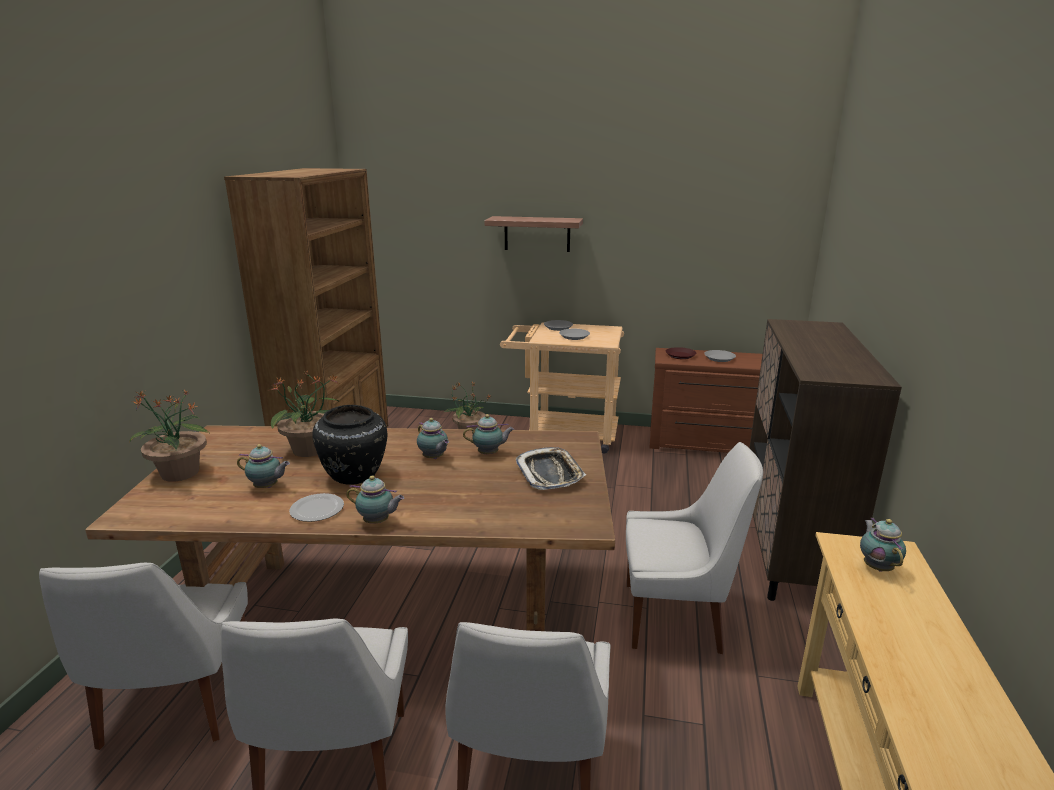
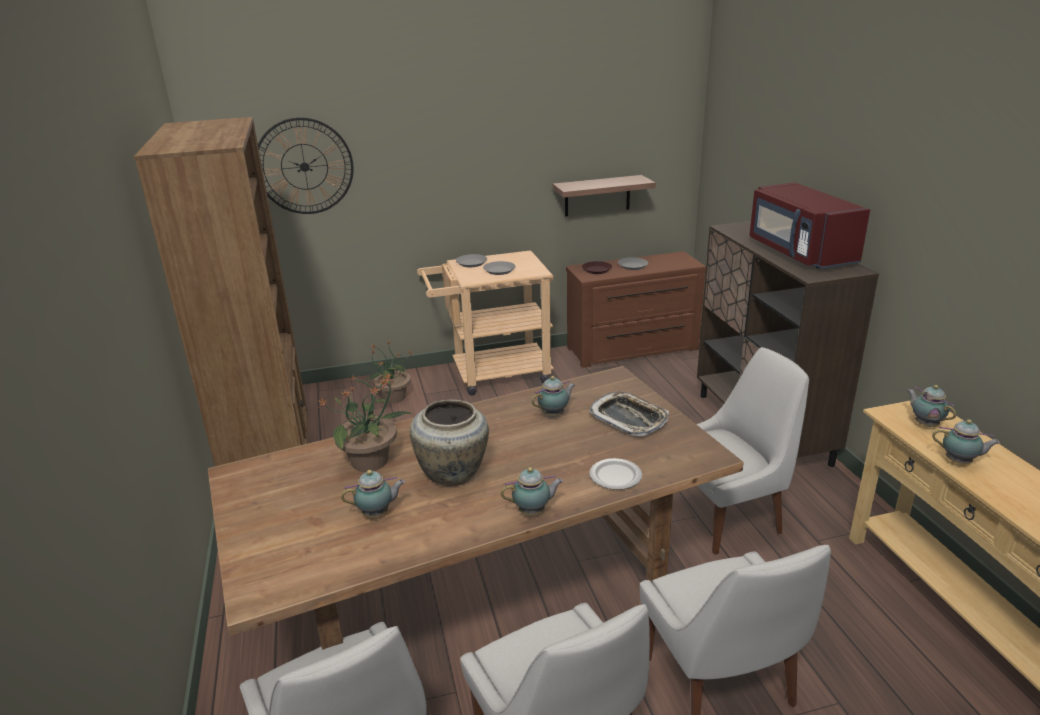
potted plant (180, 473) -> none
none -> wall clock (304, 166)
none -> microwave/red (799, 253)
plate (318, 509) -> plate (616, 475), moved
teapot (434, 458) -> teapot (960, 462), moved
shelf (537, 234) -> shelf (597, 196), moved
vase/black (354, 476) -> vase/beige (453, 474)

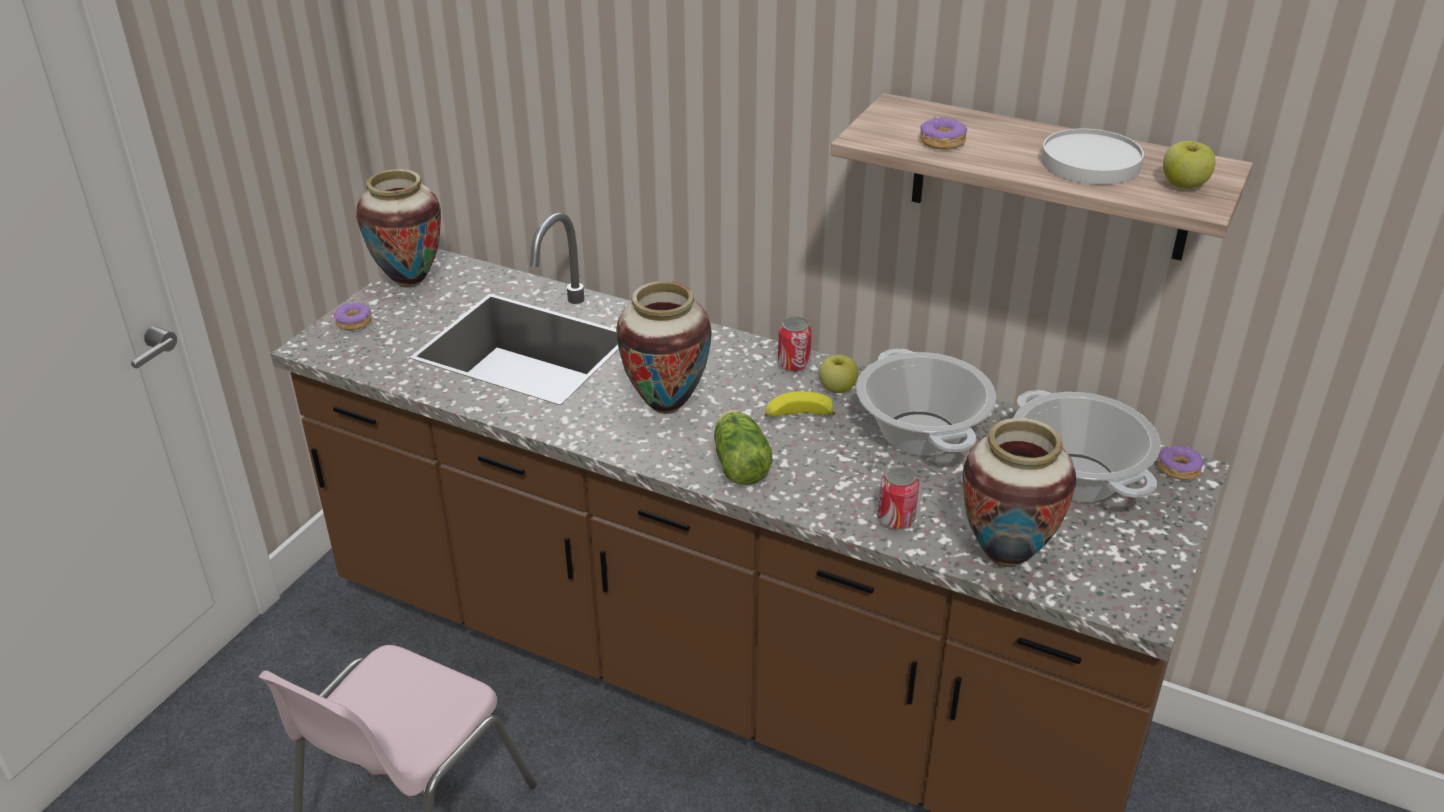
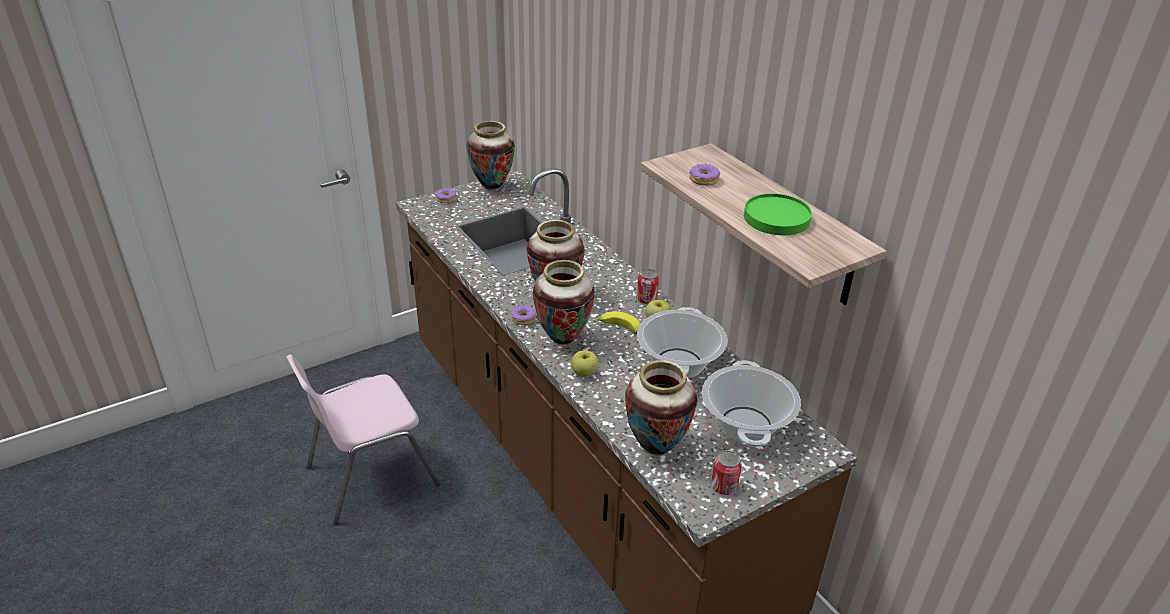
can (896, 519) -> can (724, 486), moved
donut (1178, 469) -> donut (523, 319), moved
apple (1184, 185) -> apple (584, 373), moved
lettuce (739, 462) -> vase (563, 339)
plate/white (1091, 163) -> plate/green (776, 218)

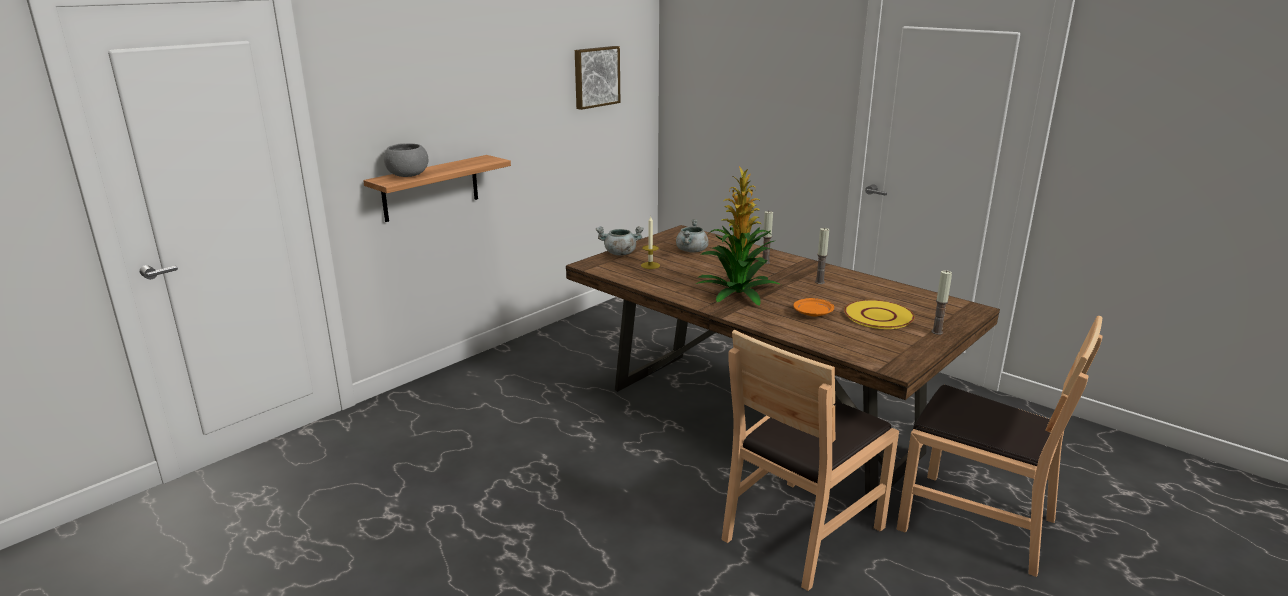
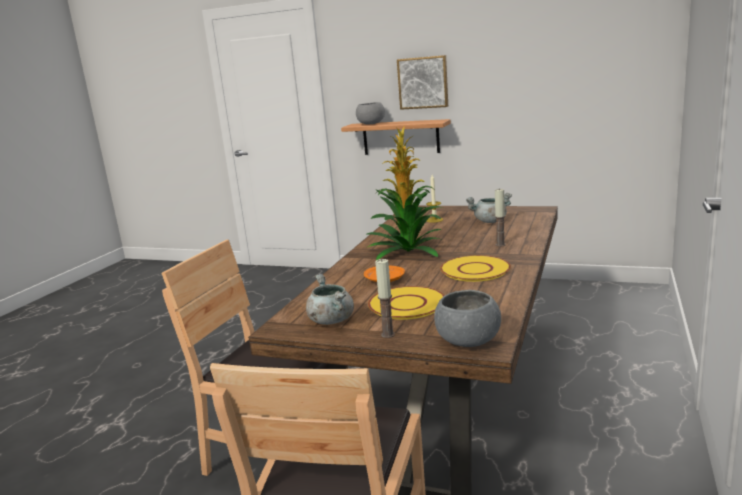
none -> bowl/grey (468, 340)
picture (595, 77) -> picture (423, 82), moved
cooking pot/grey (620, 253) -> cooking pot/grey (331, 320), moved
candle (820, 282) -> plate/yellow (474, 270)

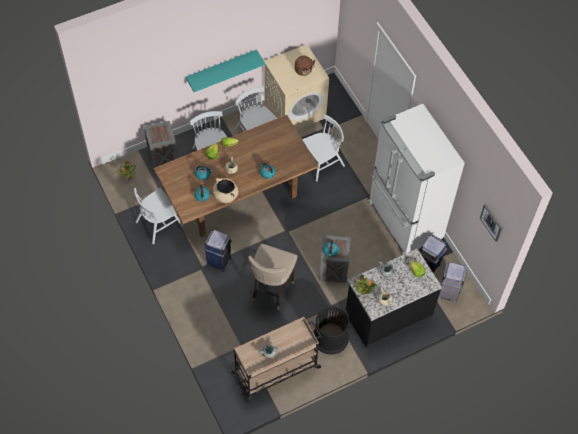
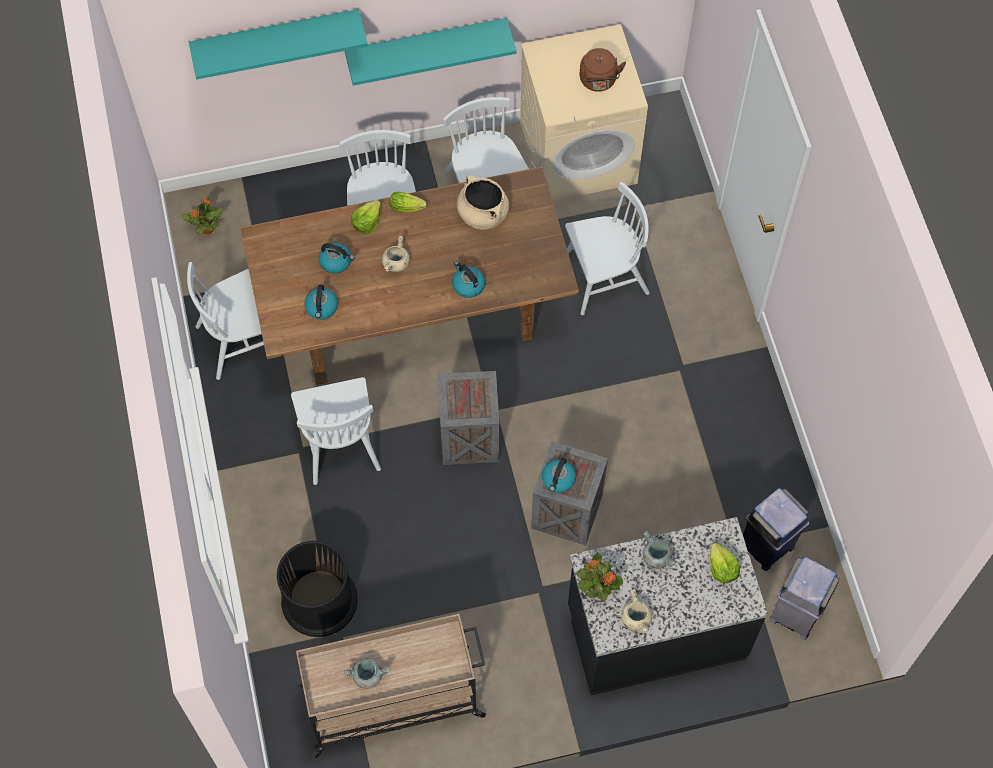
stool/beige (271, 290) -> none
fridge/white (404, 221) -> none
picture (491, 222) -> none
none -> shelf/turquoise (276, 36)
crate (162, 158) -> crate (468, 438), moved
cooking pot/beige (225, 195) -> cooking pot/beige (482, 214), moved
trash can/black (330, 337) -> trash can/black (319, 600), moved
trash can/blue (219, 261) -> chair/white (339, 443)

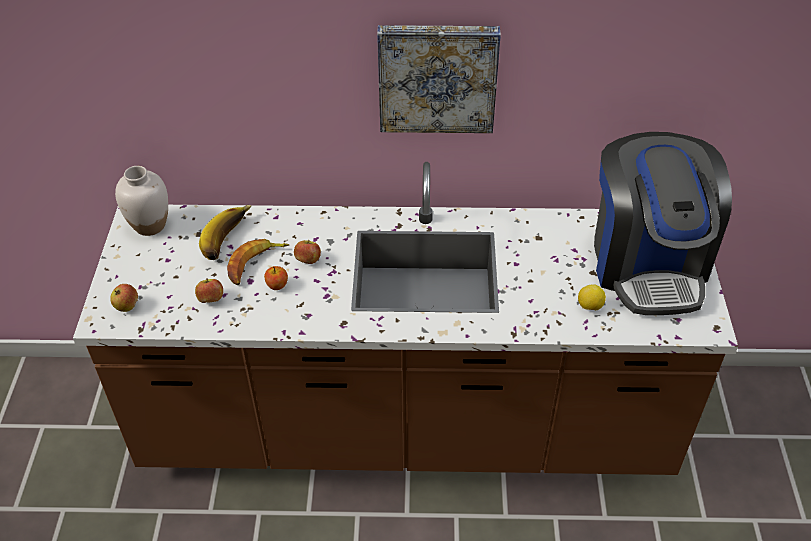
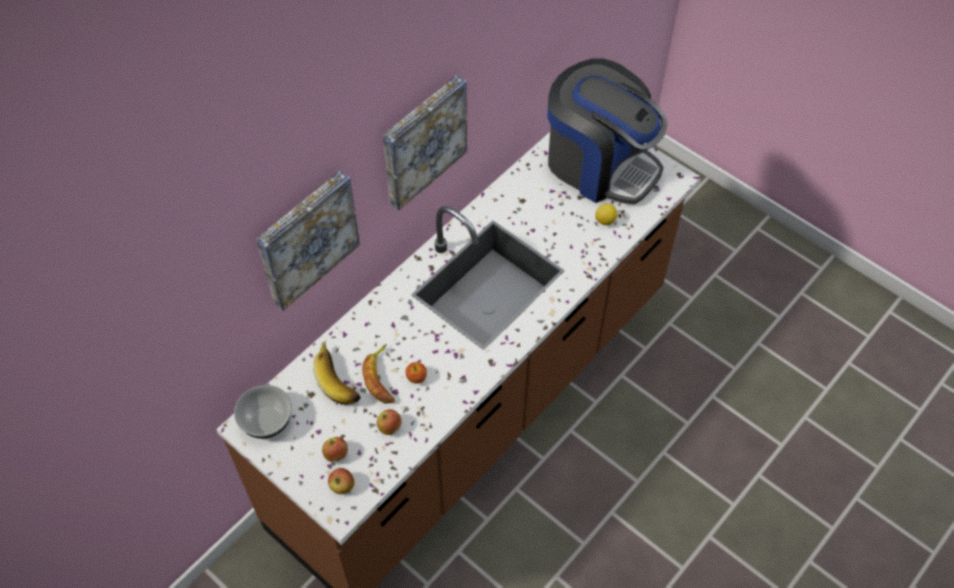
none -> picture (306, 238)
apple (308, 260) -> apple (336, 454), moved
vase/white (149, 225) -> bowl (266, 421)

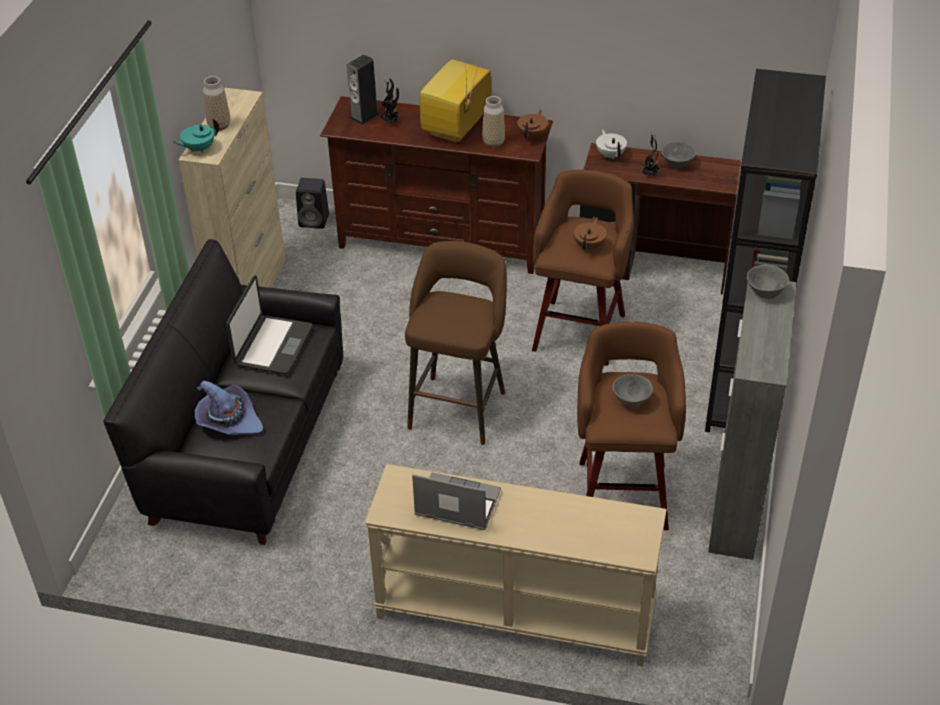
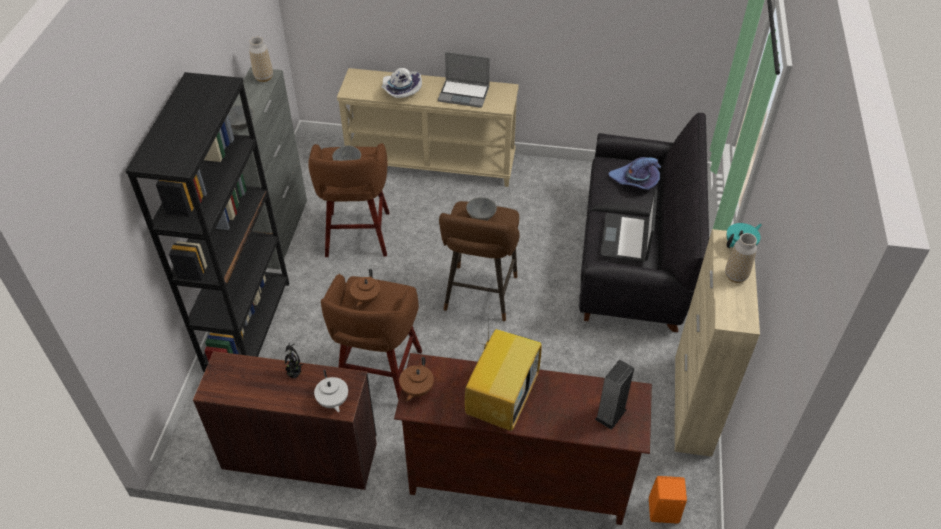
potted plant (392, 122) -> none
none -> hat/white (400, 90)
vase (493, 143) -> vase (264, 78), moved
bowl/grey (676, 164) -> bowl/grey (482, 217), moved
speaker/black (315, 220) -> speaker/orange (662, 511)

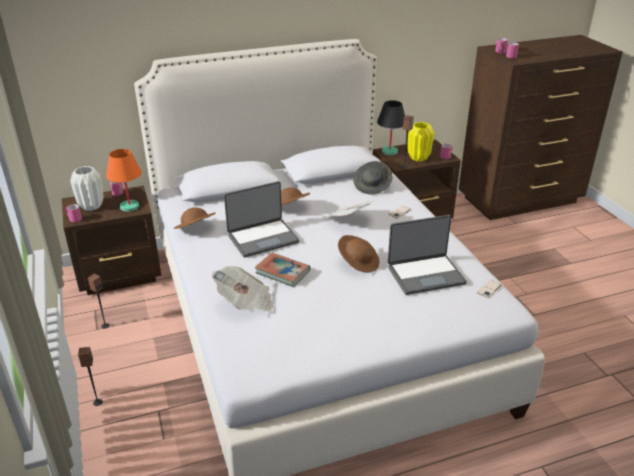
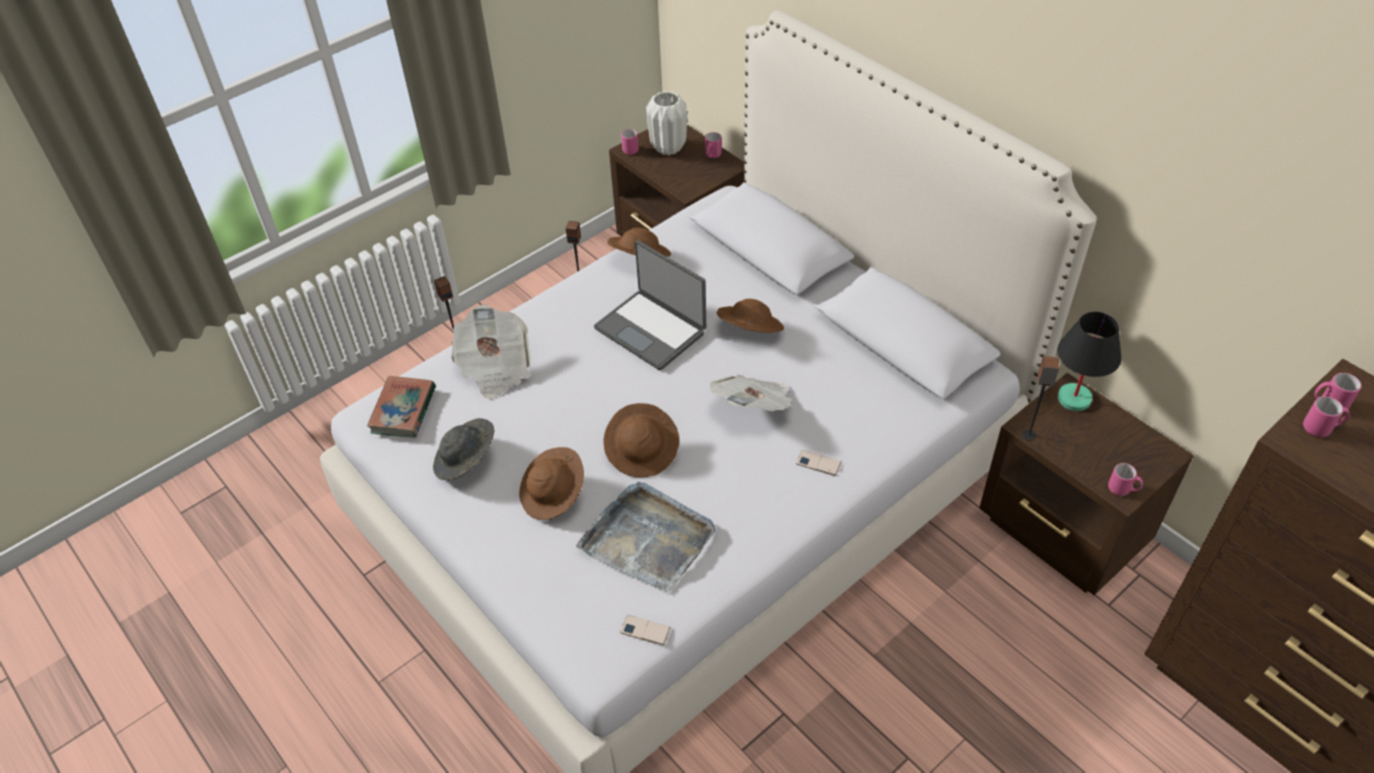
table lamp/orange (129, 207) -> none
vase/yellow (418, 158) -> none
none -> hat/brown (553, 495)
book (282, 272) -> book (403, 410), moved
hat/grey (372, 186) -> hat/grey (466, 461), moved
laptop (425, 274) -> tray/grey (648, 539)

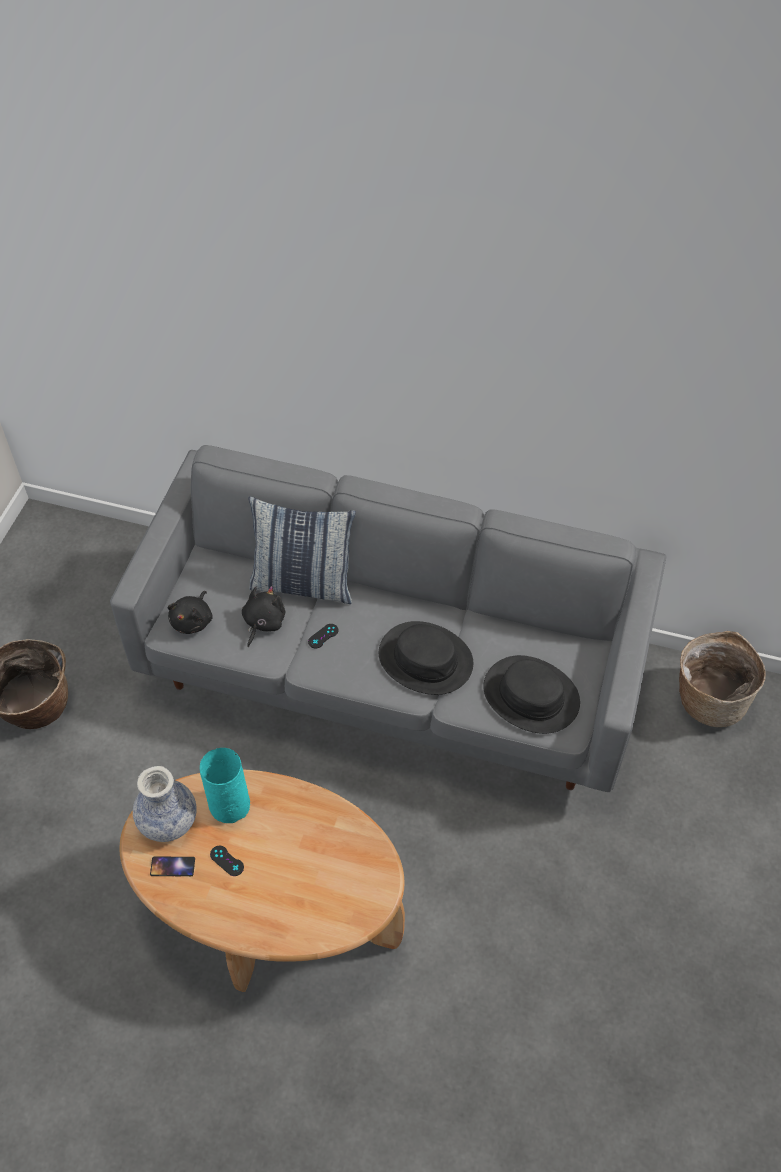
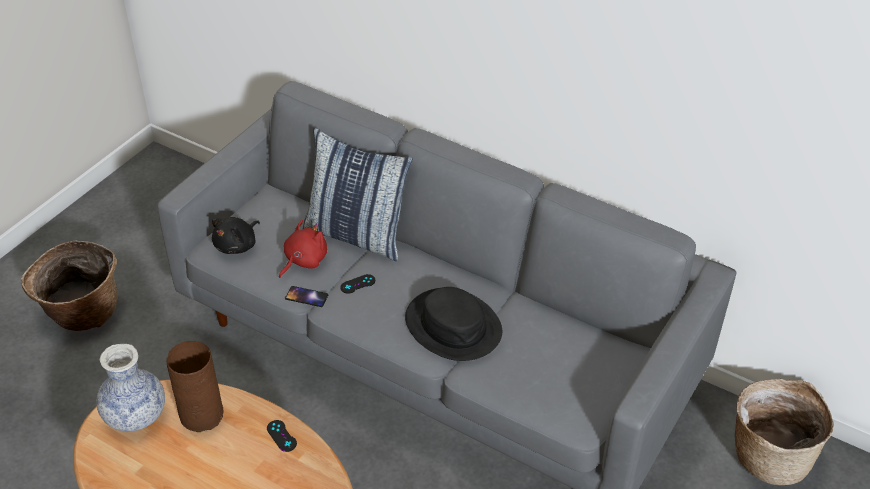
hat/black (530, 696) -> none
phone (172, 866) -> phone (306, 297), moved
game controller/black (227, 861) -> game controller/black (281, 436), moved
vase/turquoise (229, 804) -> vase/brown (202, 414)
plush toy/black (263, 623) -> plush toy/red (303, 260)

